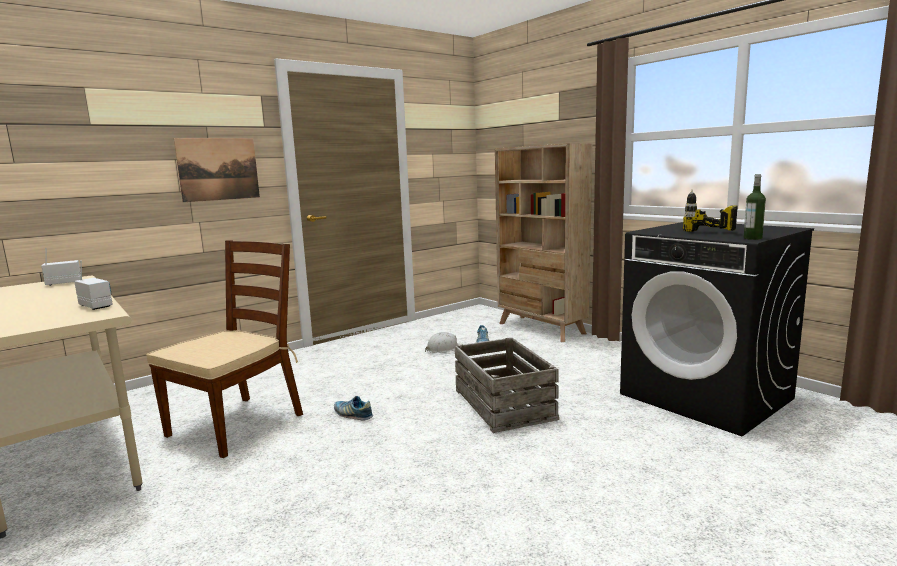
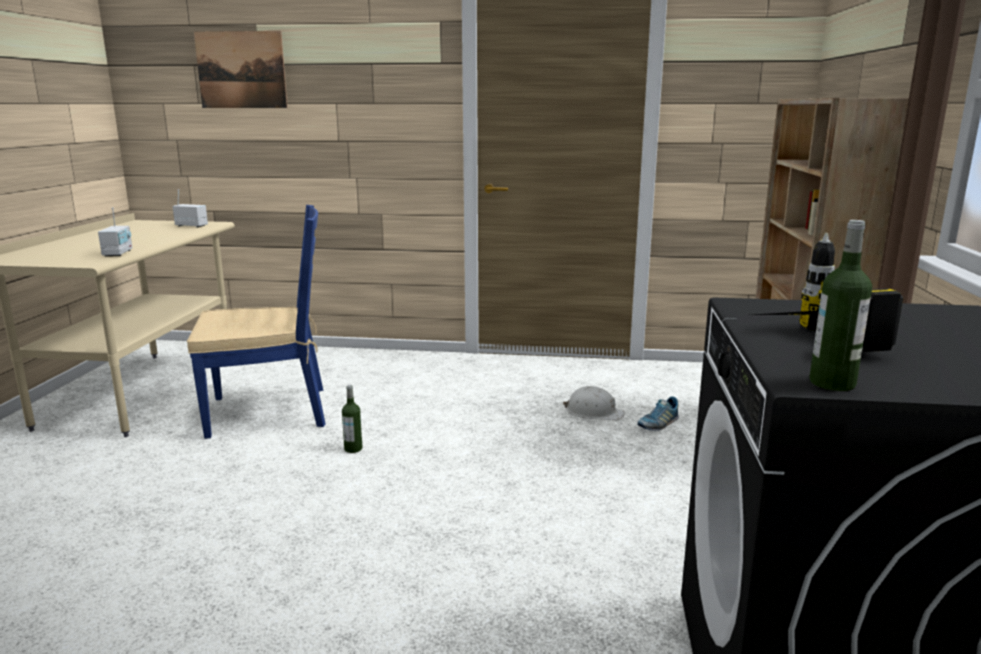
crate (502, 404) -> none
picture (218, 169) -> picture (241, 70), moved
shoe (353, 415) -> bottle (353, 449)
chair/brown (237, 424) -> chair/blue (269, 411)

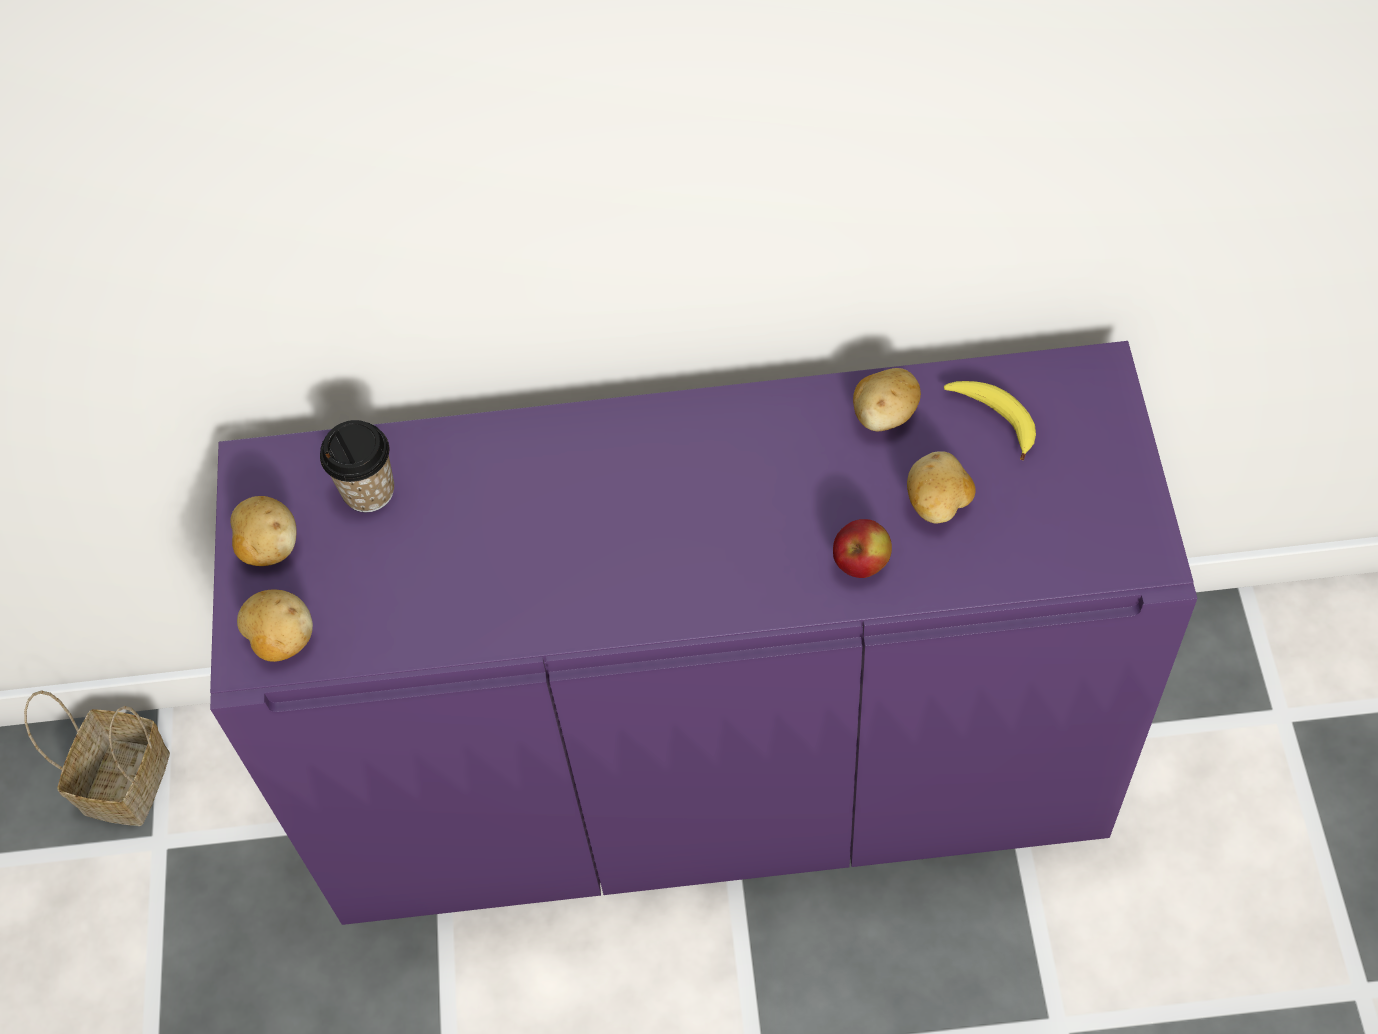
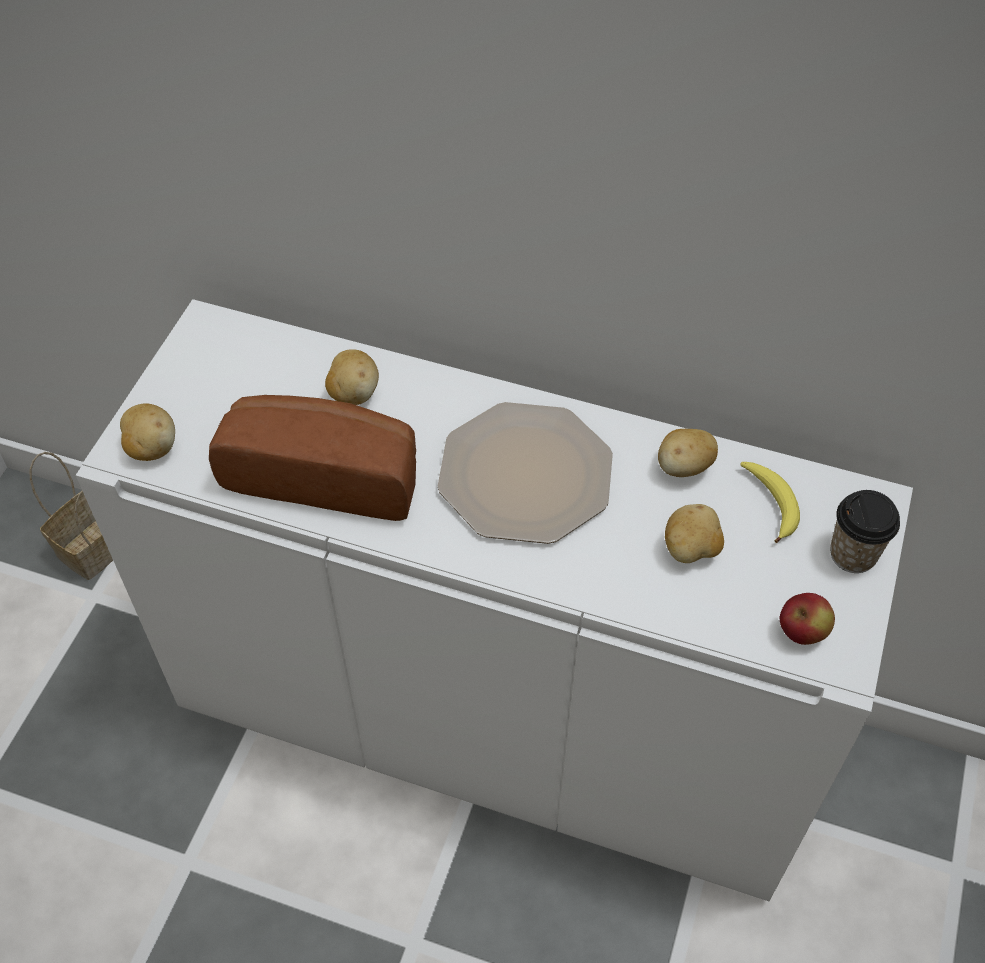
none -> bread (326, 473)
none -> plate (525, 473)
potato (269, 547) -> potato (353, 393), moved
cup (368, 491) -> cup (853, 554), moved
apple (861, 563) -> apple (802, 632), moved
cabinet/purple (713, 772) -> cabinet/white (492, 716)

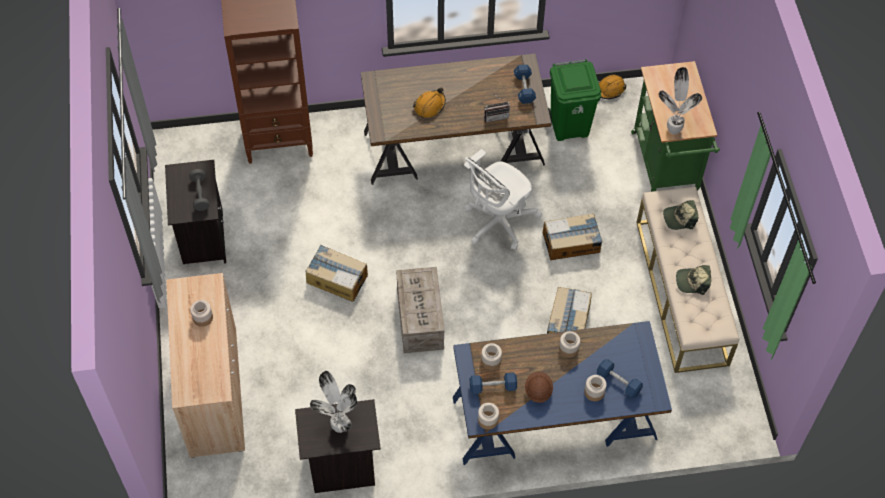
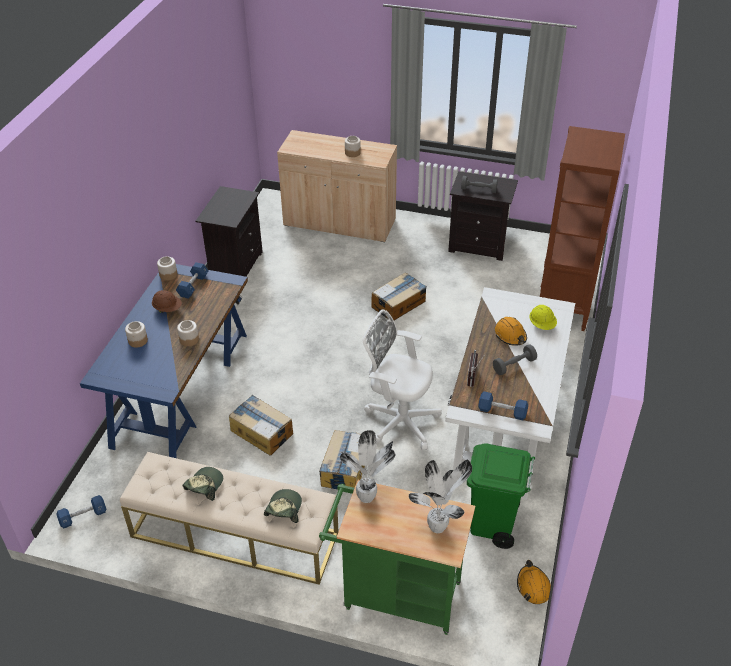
crate (419, 318) -> none
jar (491, 360) -> none
none -> dumbbell/grey (514, 365)
none -> hard hat/yellow (542, 325)
potted plant (339, 425) -> potted plant (439, 527), moved
dumbbell/blue (618, 382) -> dumbbell/blue (83, 516), moved
desk/brown (453, 147) -> desk/white (506, 419)
office chair/white (497, 223) -> office chair/white (398, 421), 45 degrees counterclockwise

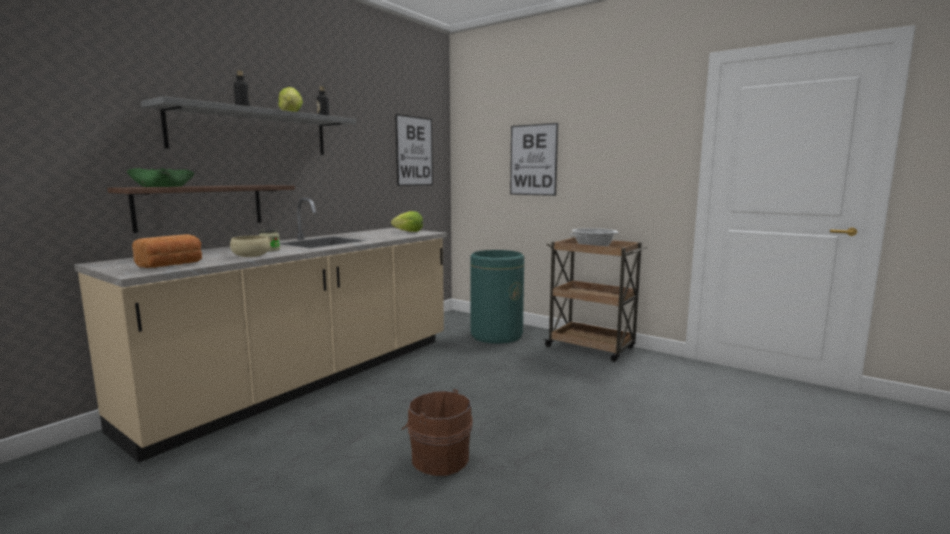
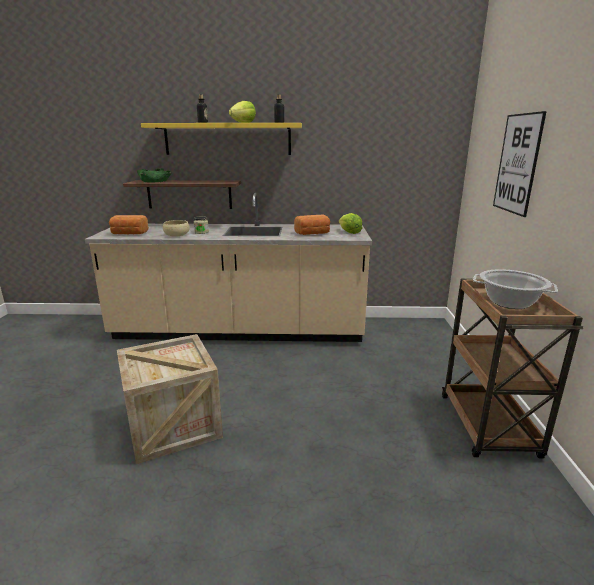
picture (414, 151) -> none
trash can/green (496, 335) -> none
none -> bread (313, 234)
bucket/brown (438, 458) -> crate (173, 425)
shelf/grey (252, 132) -> shelf/yellow (227, 139)

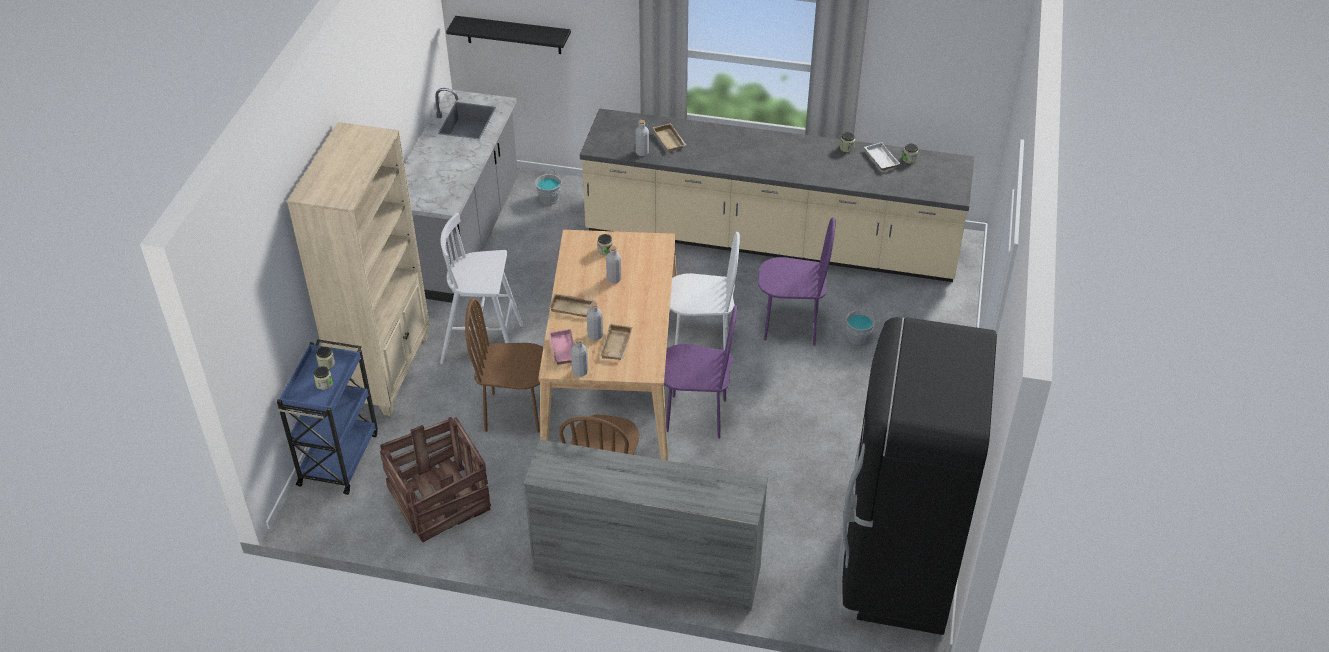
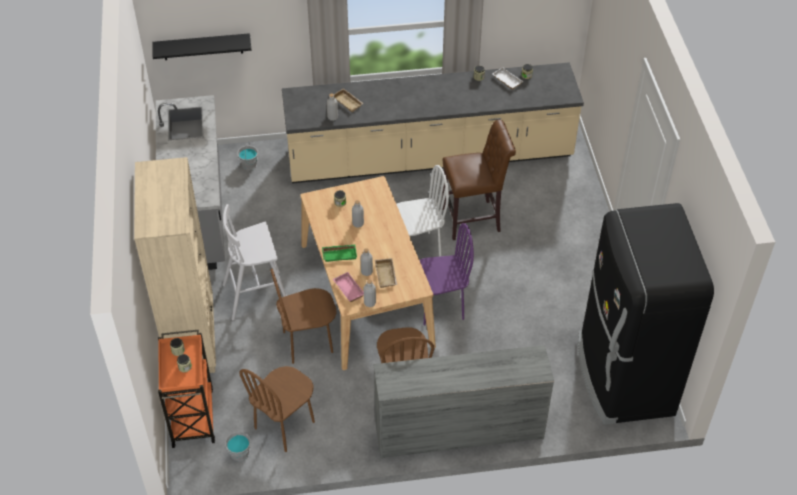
bucket/grey (858, 337) -> bucket/grey (240, 453), moved
crate (439, 499) -> chair/brown (285, 425)
chair/purple (791, 326) -> stool/brown (474, 220)
cart/blue (339, 457) -> cart/orange (192, 416)
tray/beige (573, 307) -> tray/green (340, 254)

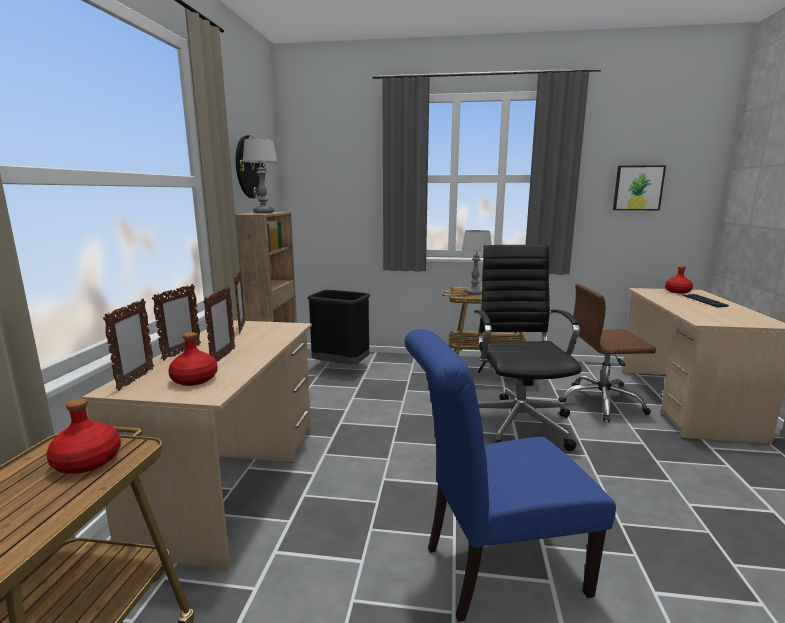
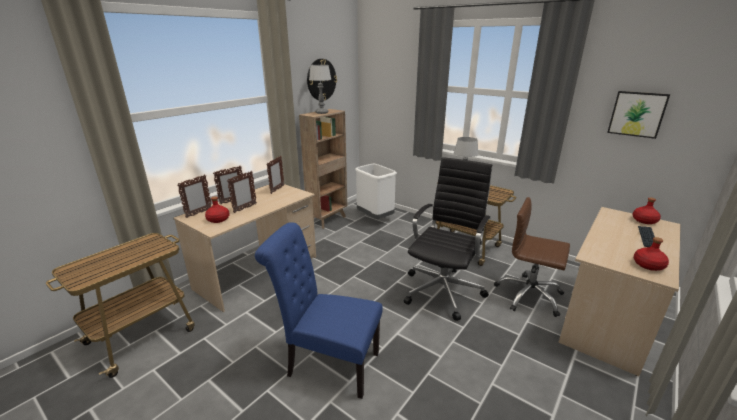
bottle/red (86, 461) -> bottle/red (648, 265), moved
trash can/black (341, 366) -> trash can/white (375, 217)

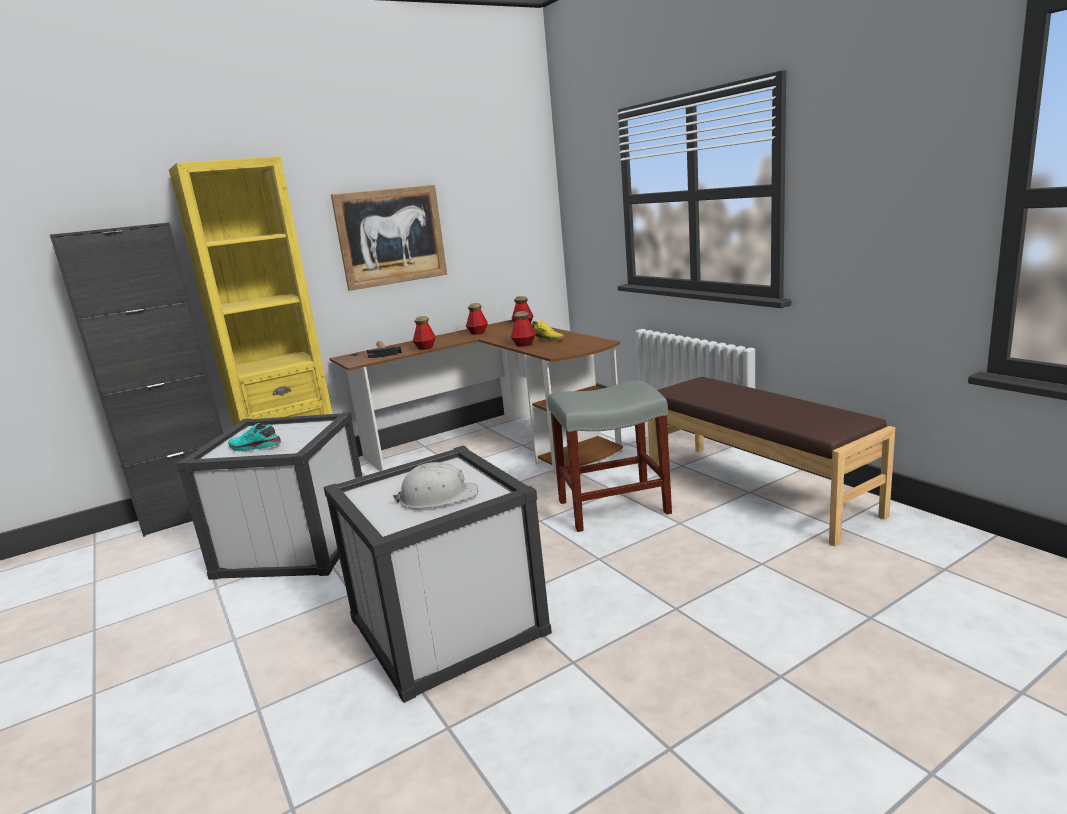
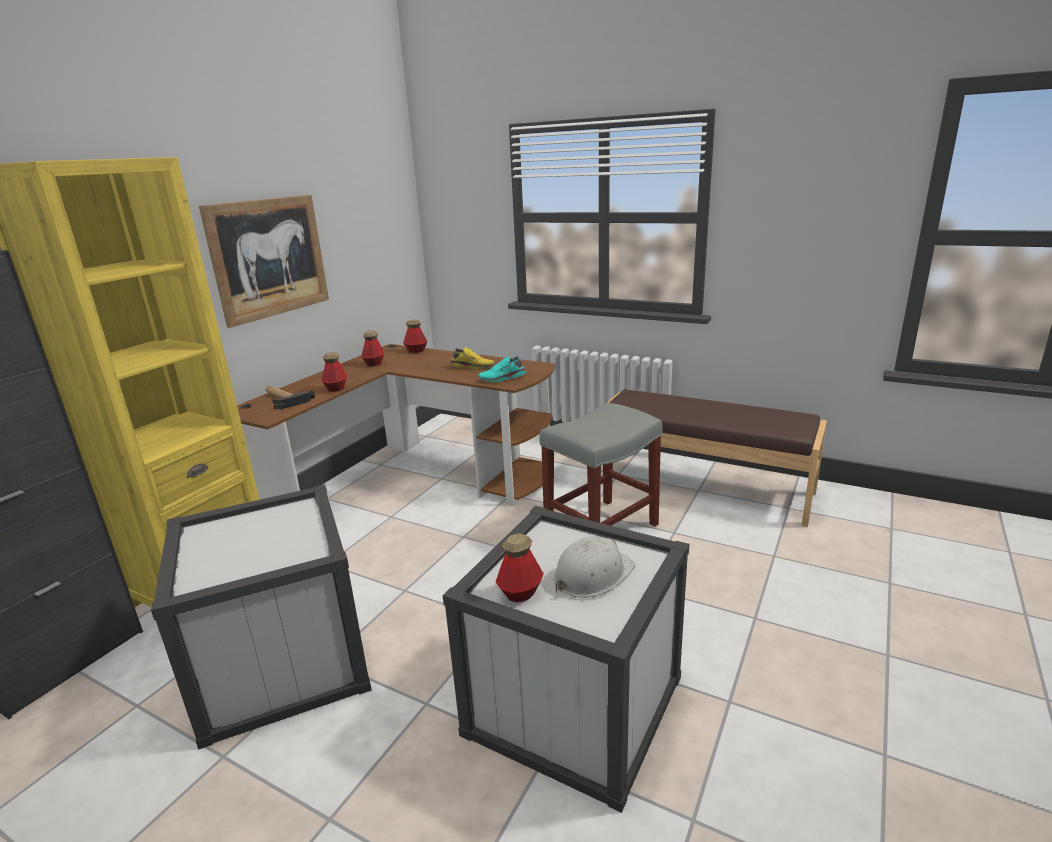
shoe/turquoise (254, 447) -> shoe/turquoise (503, 379), moved
bottle (524, 344) -> bottle (520, 593), moved

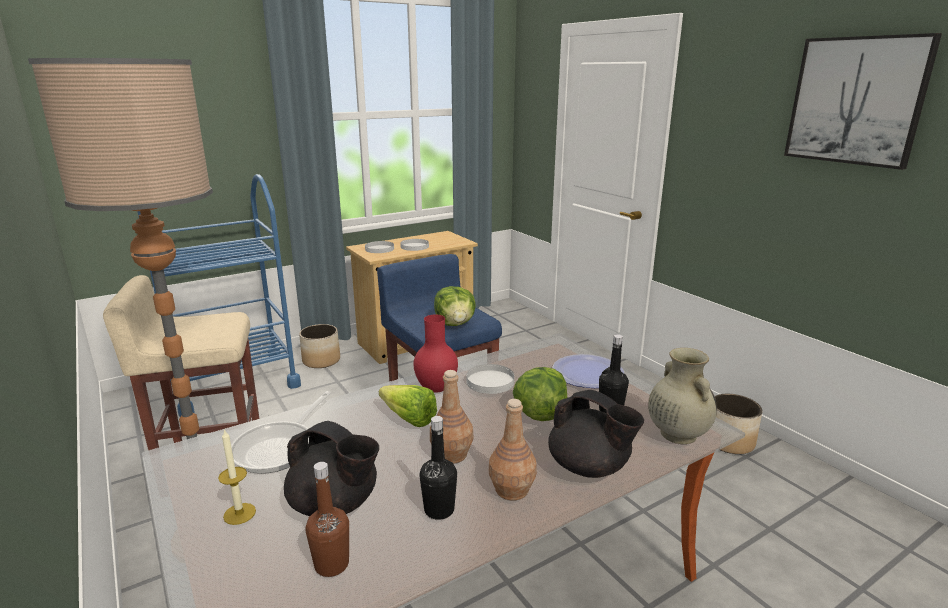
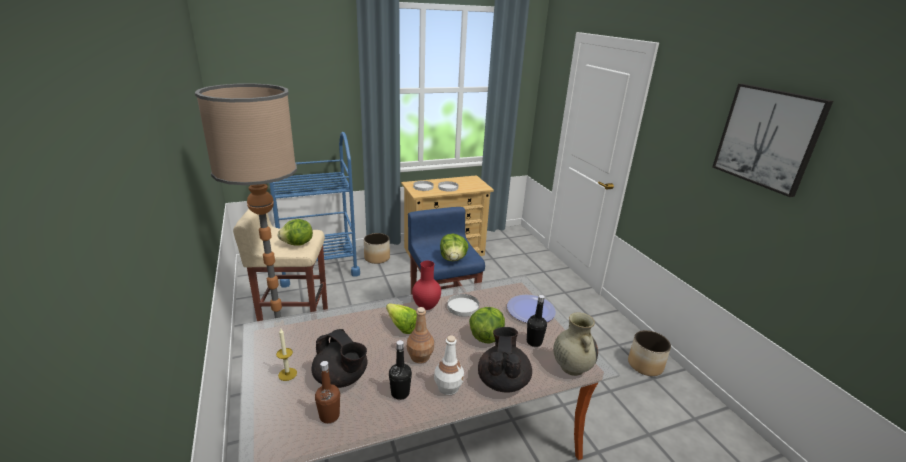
frying pan (280, 447) -> none
none -> lettuce (298, 244)
bottle/brown (511, 489) -> bottle/white (448, 387)
teapot/black (589, 467) -> teapot/black (503, 381), 135 degrees counterclockwise

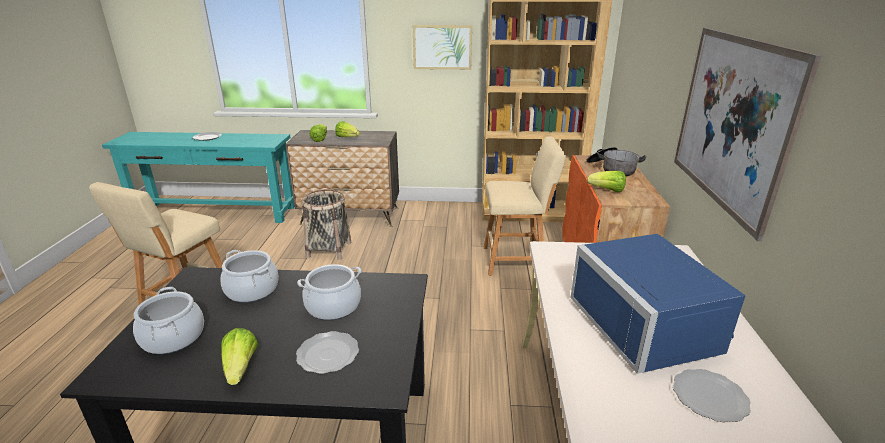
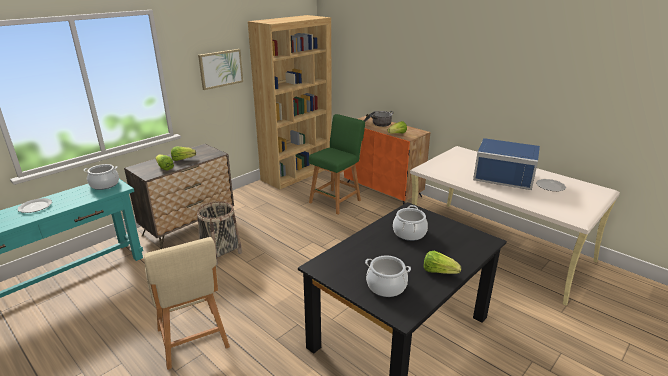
plate (329, 354) -> none
picture (731, 122) -> none
cooking pot (252, 290) -> cooking pot (104, 184), moved
stool/beige (517, 260) -> stool/green (336, 200)

